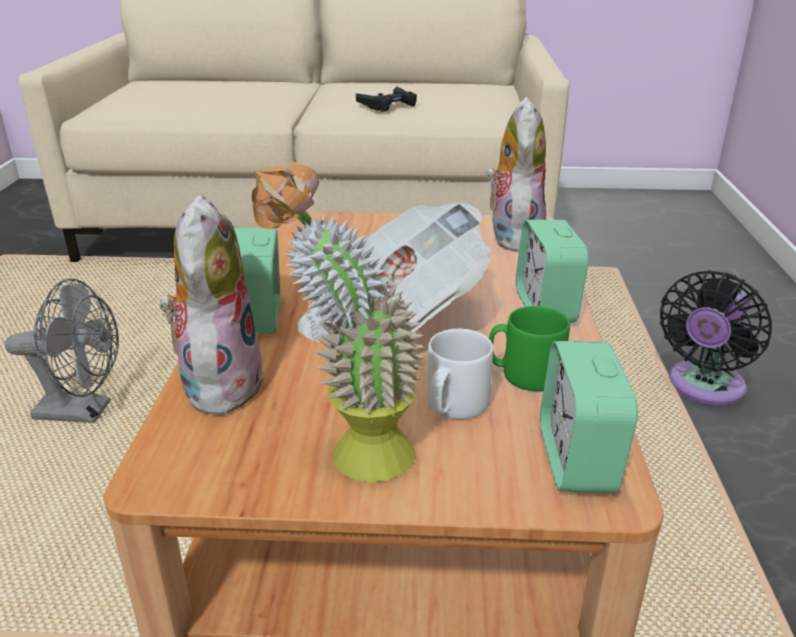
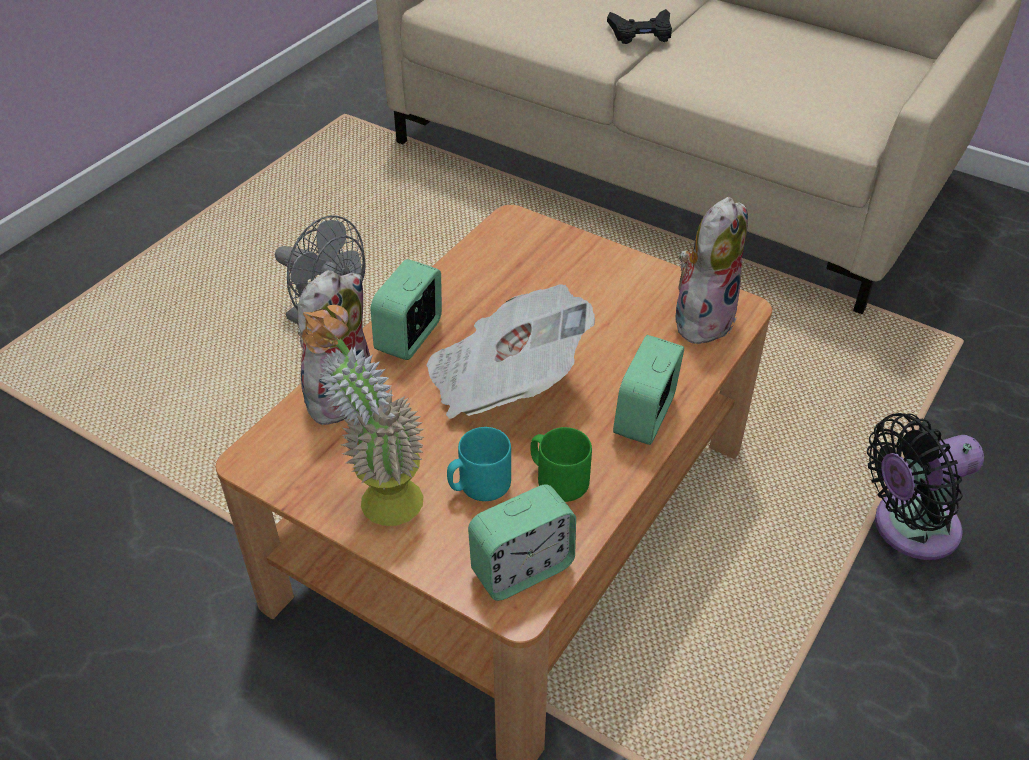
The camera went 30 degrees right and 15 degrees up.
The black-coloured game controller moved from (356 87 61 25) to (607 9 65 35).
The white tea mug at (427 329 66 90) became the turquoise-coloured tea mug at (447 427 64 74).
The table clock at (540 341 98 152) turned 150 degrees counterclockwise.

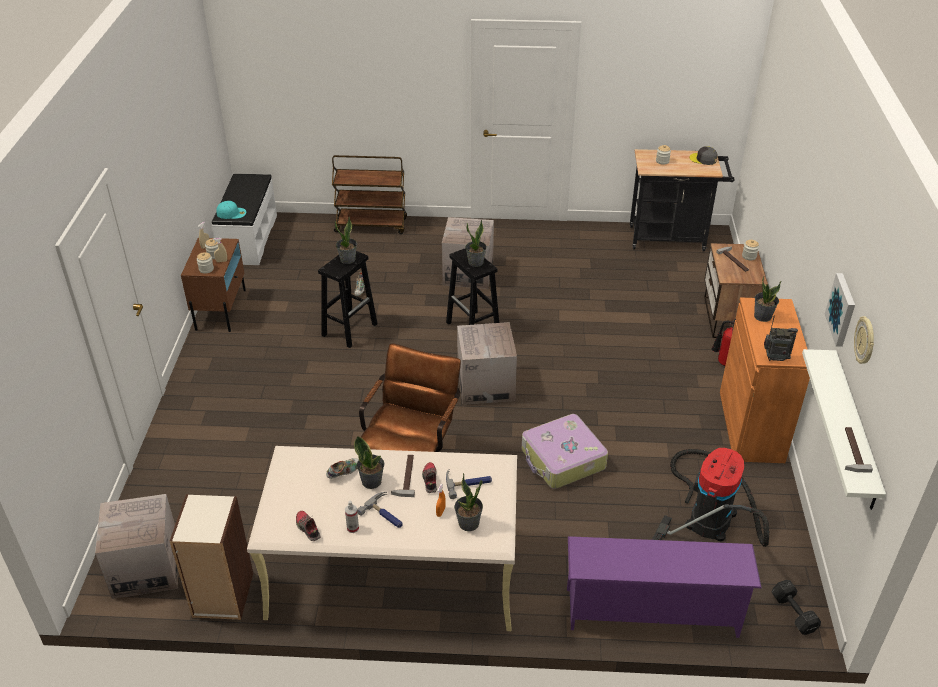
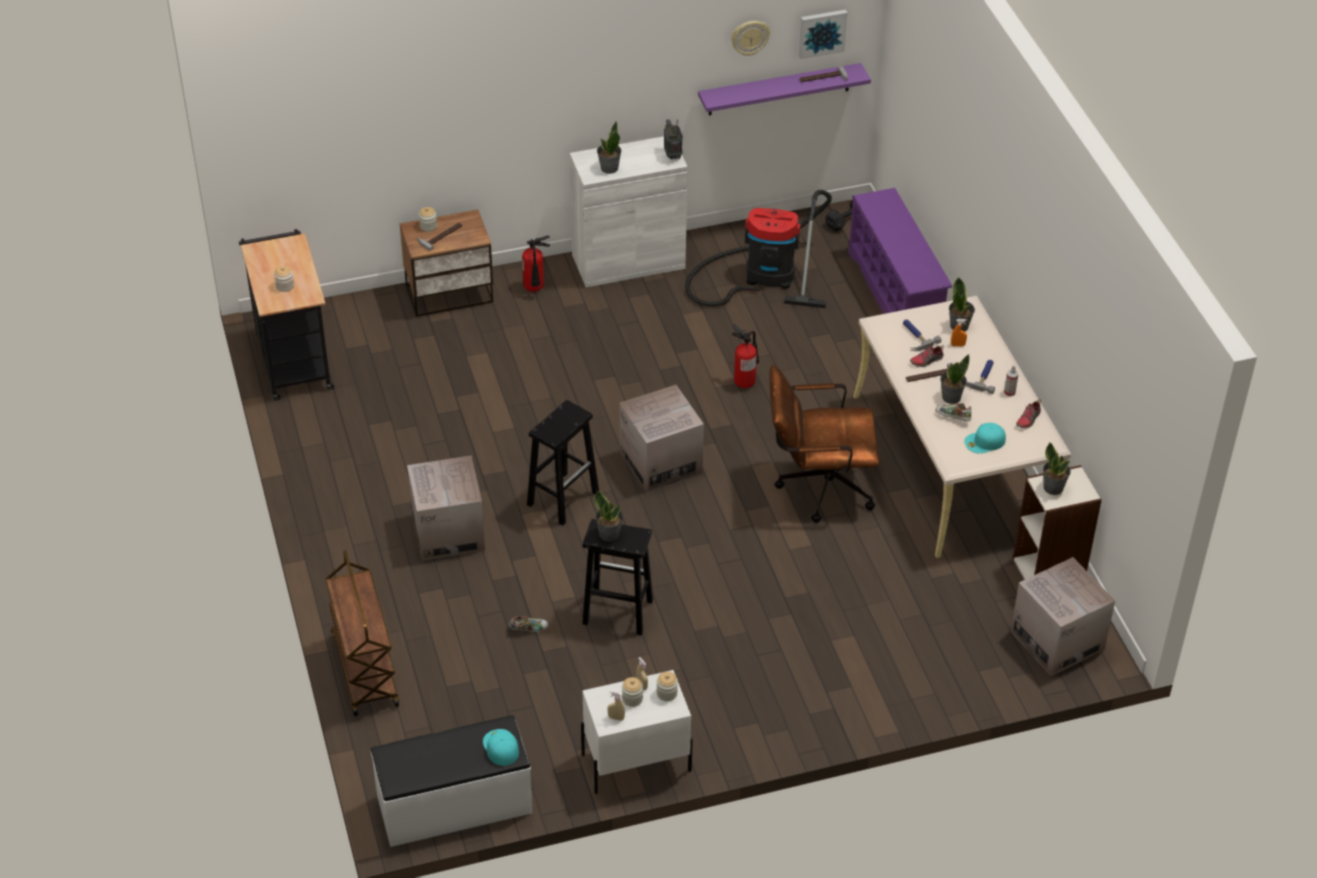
The camera went 110 degrees left and 5 degrees up.
The gray baseball cap at (689 146 29 19) disappeared.
The turquoise-coloured baseball cap at (964 423 42 30) appeared.
The houseplant moved from (465 220 22 47) to (1043 442 28 53).
The picture moved from (825 273 30 74) to (799 10 48 49).
The piece of luggage at (522 414 86 75) was replaced by the extinguisher at (732 324 27 64).
The brownish nightstand at (181 238 65 94) became the white nightstand at (581 670 112 124).
The orange cupboard at (720 298 90 165) became the white cupboard at (570 136 118 151).
The white shelf at (802 349 84 161) became the purplish shelf at (698 63 173 52).

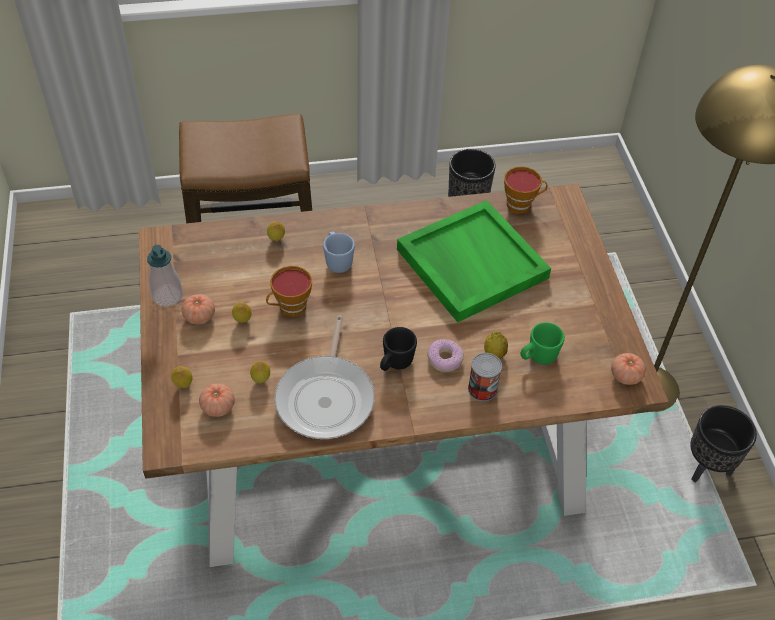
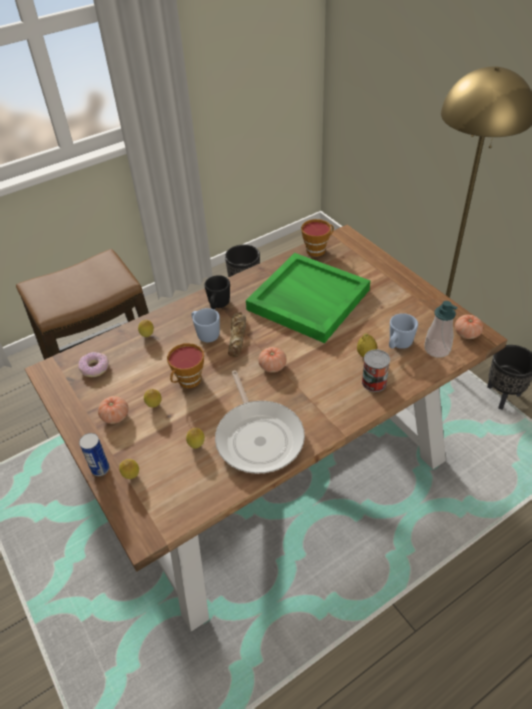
The camera went 20 degrees left and 5 degrees down.
The sealed can at (79 433 30 43) appeared.
The bakery bread at (228 312 18 45) appeared.
The soap bottle moved from (147 245 36 62) to (424 301 34 57).
The fresh tomato moved from (199 384 36 33) to (258 347 29 26).
The black-coloured tea mug moved from (380 327 37 44) to (204 275 26 34).
The doughnut moved from (427 339 37 33) to (78 352 31 25).
The green-coloured tea mug at (520 322 45 43) became the blue-coloured tea mug at (389 313 29 36).

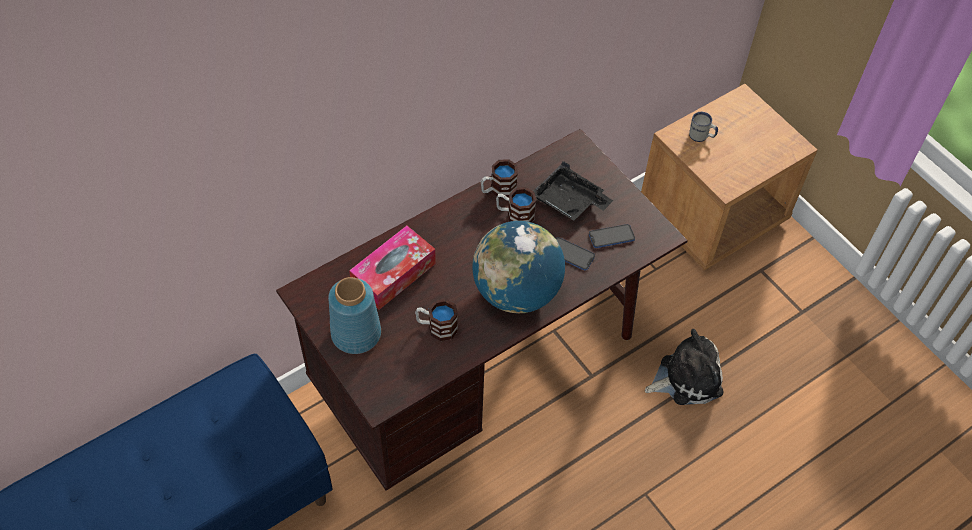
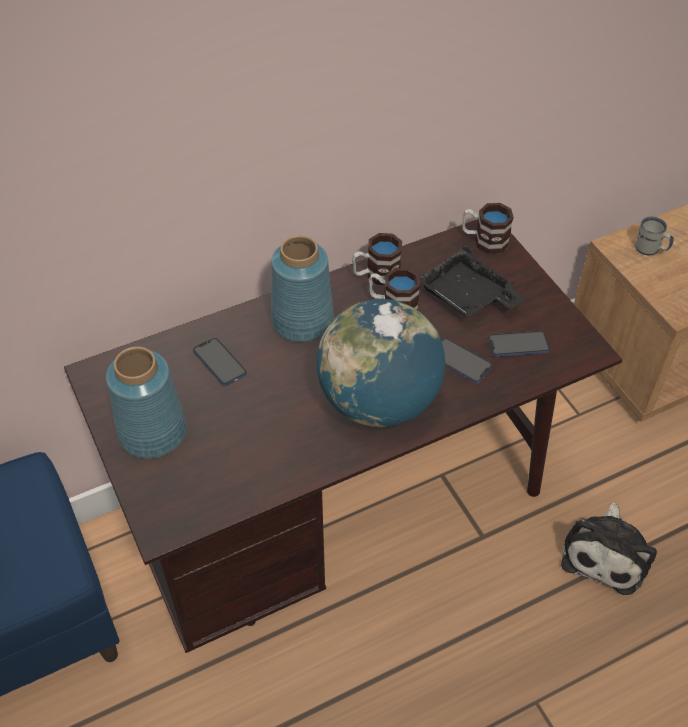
The camera went 10 degrees right and 5 degrees down.
The blue-coloured decorative vase at (271 235 63 107) appeared.
The tea mug moved from (415 299 43 42) to (462 203 52 51).
The tissue box at (349 226 87 84) was replaced by the handset at (193 338 54 48).
The soft toy at (645 329 79 76) turned 120 degrees clockwise.

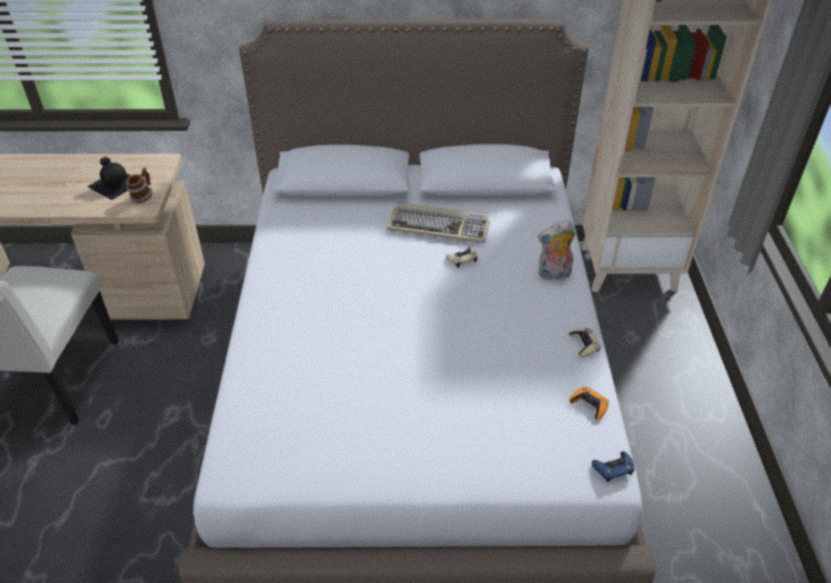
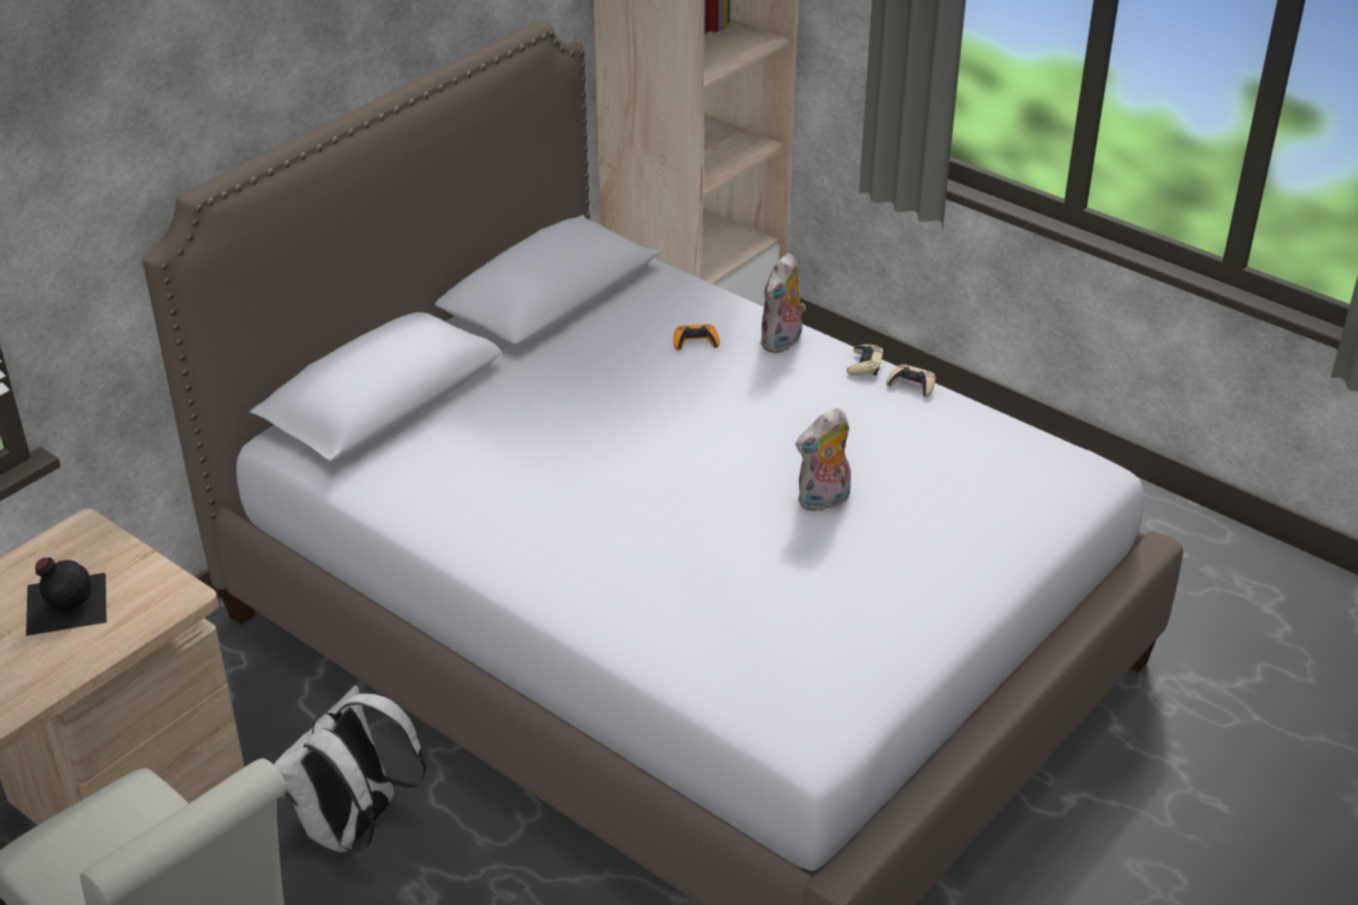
The camera went 50 degrees left and 5 degrees down.
The tea mug at (126 168 26 35) disappeared.
The keyboard at (387 203 103 40) disappeared.
The blue-coloured game controller at (592 451 42 31) disappeared.
The white knapsack at (273 685 153 167) appeared.
The soft toy at (796 408 55 104) appeared.
The beige-coloured game controller moved from (446 247 31 21) to (847 344 37 32).
The orange game controller moved from (569 387 40 33) to (673 324 47 26).

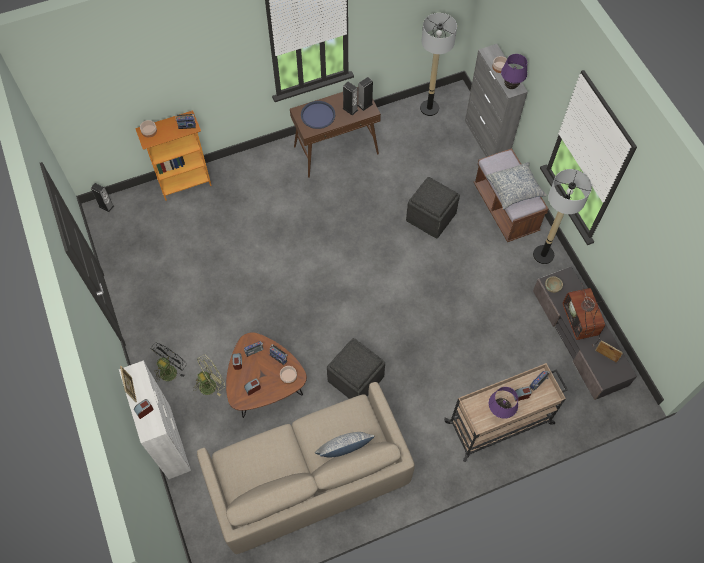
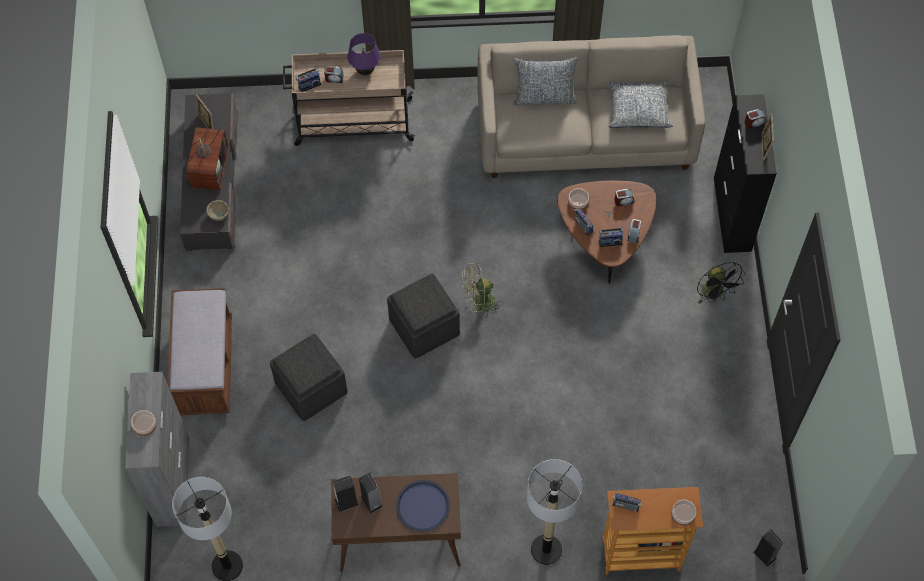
The camera went 160 degrees left and 0 degrees up.
The purplish lamp for a table at (501 54 26 35) disappeared.
The green-coloured cooling fan moved from (195 355 30 41) to (462 263 41 55).
The gray ottoman moved from (327 338 58 61) to (387 274 73 85).
The throw pillow moved from (486 162 61 47) to (607 80 66 48).
The standard lamp moved from (533 169 59 95) to (527 459 55 106).
The white cupboard at (119 360 72 119) became the black-coloured cupboard at (714 94 63 159).
The black-coloured cooling fan at (150 343 37 39) turned 75 degrees counterclockwise.

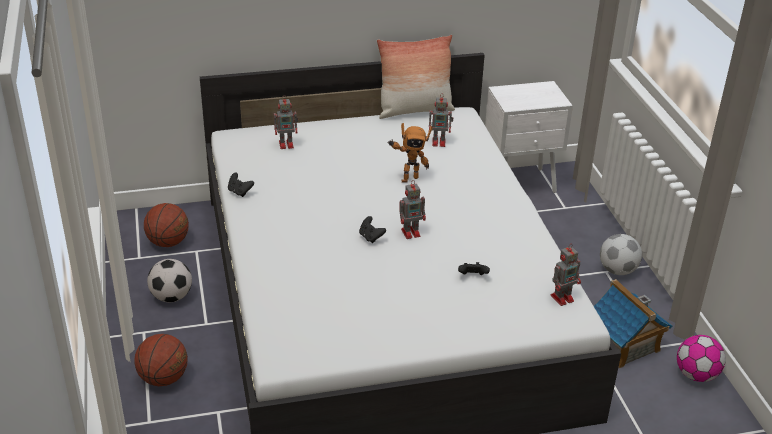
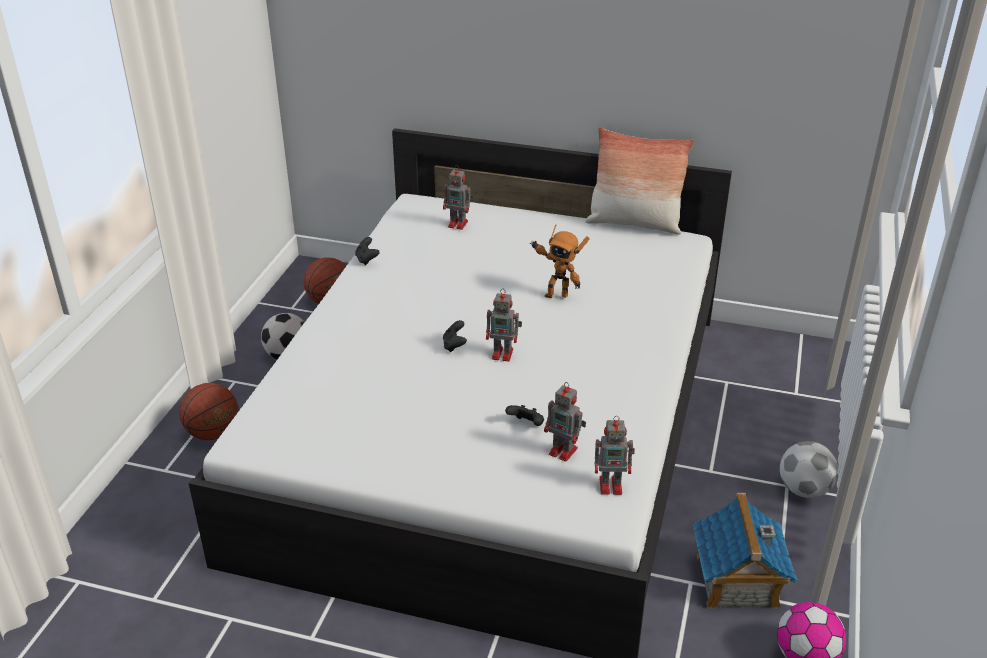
The camera went 30 degrees right and 0 degrees up.
The white nightstand at (485 81 88 112) disappeared.
The robot figure moved from (429 94 25 53) to (544 382 42 80).

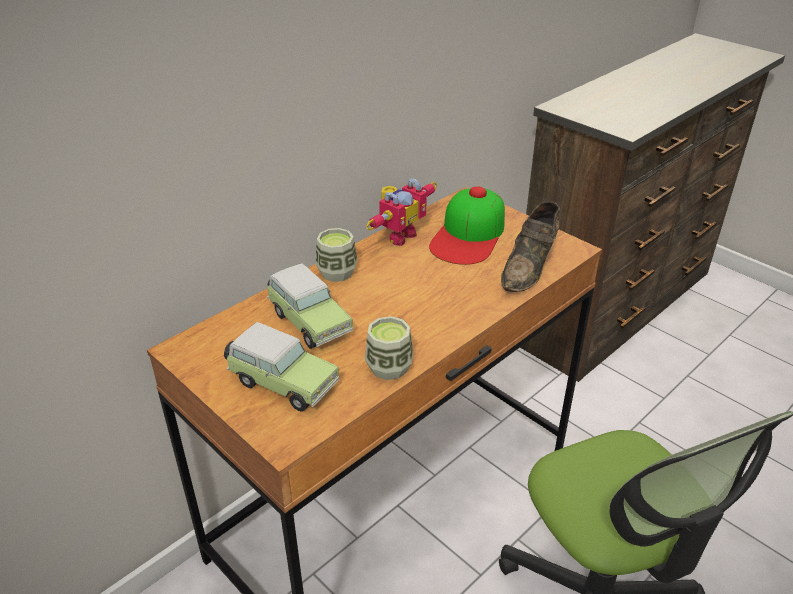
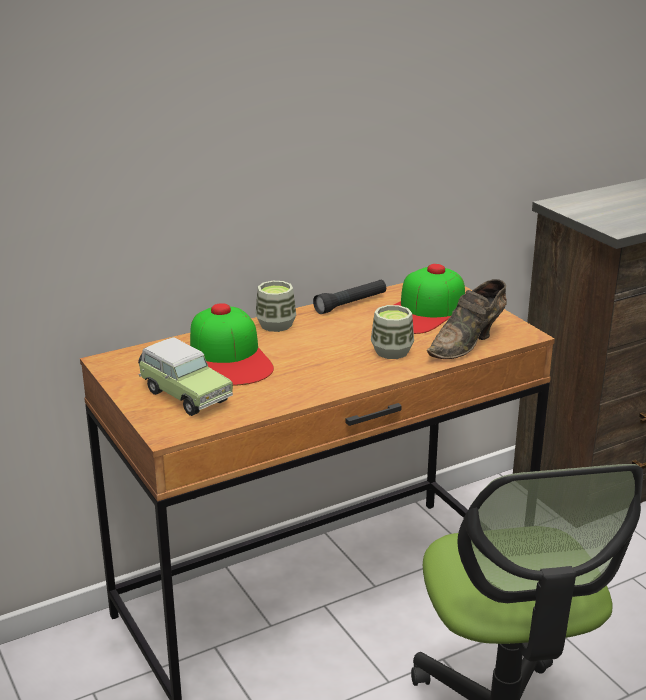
The camera went 15 degrees right and 10 degrees down.
The cup moved from (365 316 48 64) to (371 305 43 54).
The toy car at (267 263 86 86) was replaced by the baseball cap at (190 303 84 82).
The robot figure at (366 178 71 68) was replaced by the black-coloured torch at (313 280 73 34).

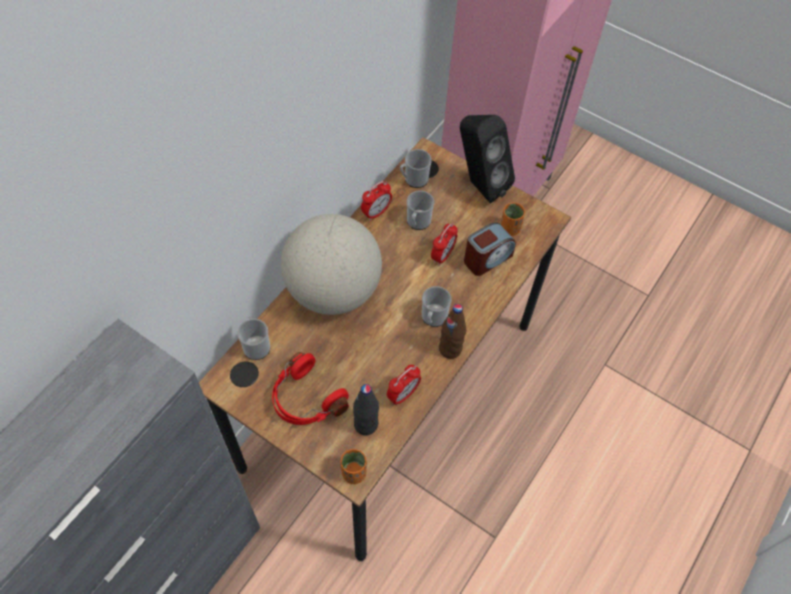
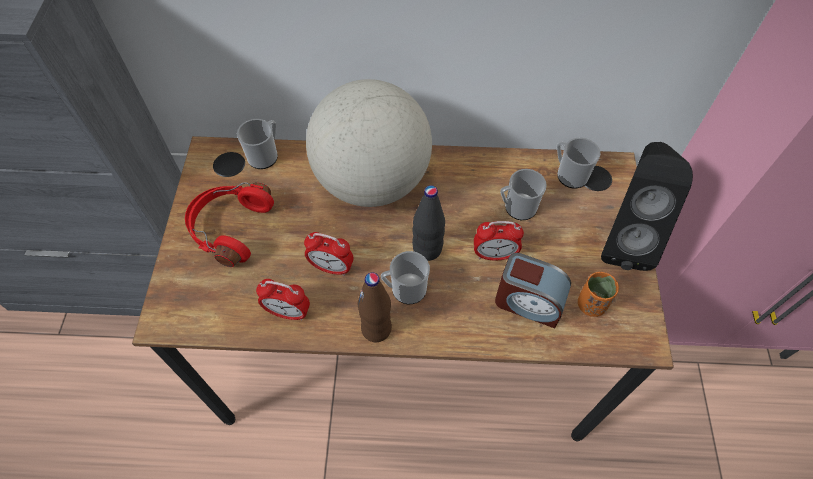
The camera went 60 degrees right and 0 degrees up.
The orange cup at (341 449 26 35) disappeared.
The black-coloured drink bottle moved from (353 384 26 51) to (412 185 33 76).
The table clock moved from (361 181 31 40) to (304 232 50 44).

